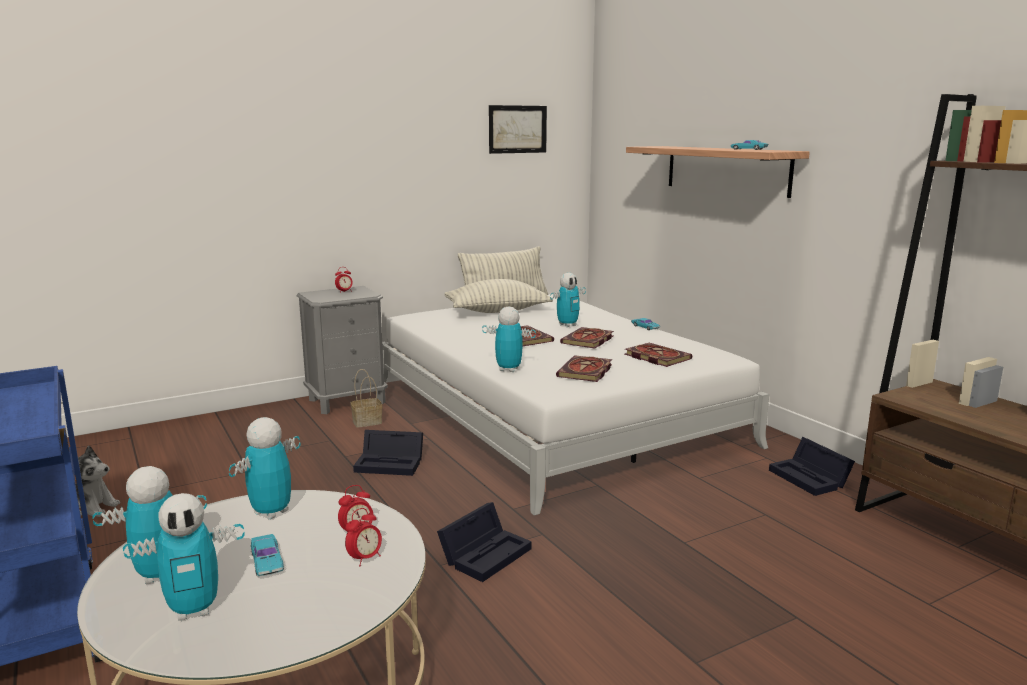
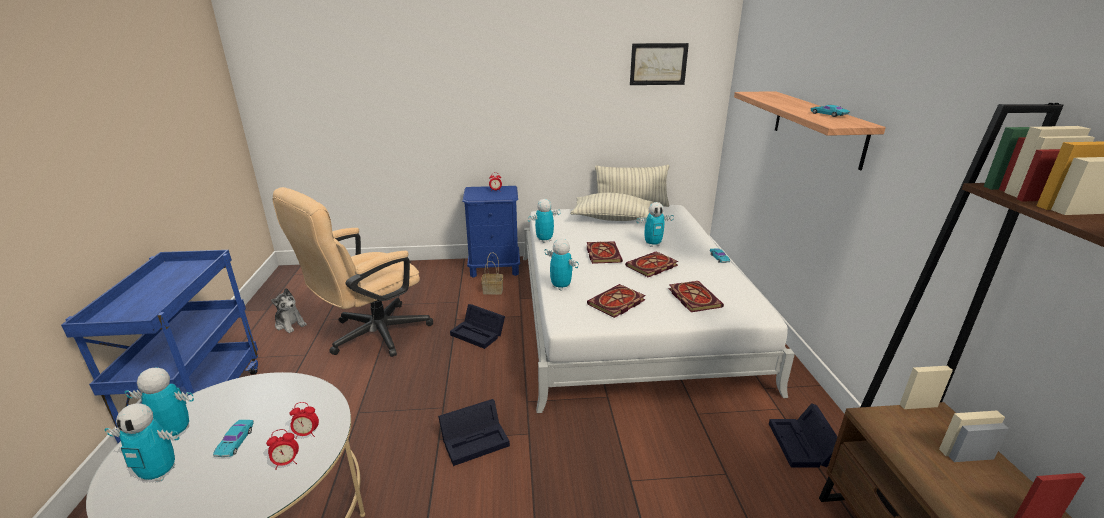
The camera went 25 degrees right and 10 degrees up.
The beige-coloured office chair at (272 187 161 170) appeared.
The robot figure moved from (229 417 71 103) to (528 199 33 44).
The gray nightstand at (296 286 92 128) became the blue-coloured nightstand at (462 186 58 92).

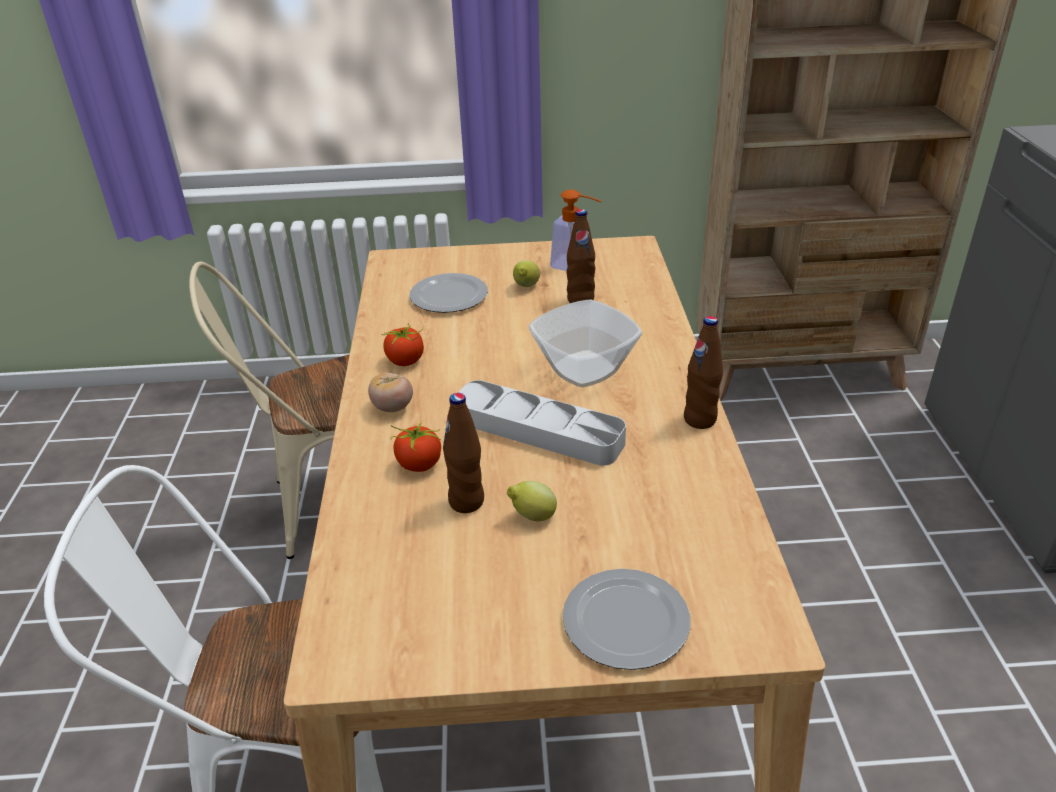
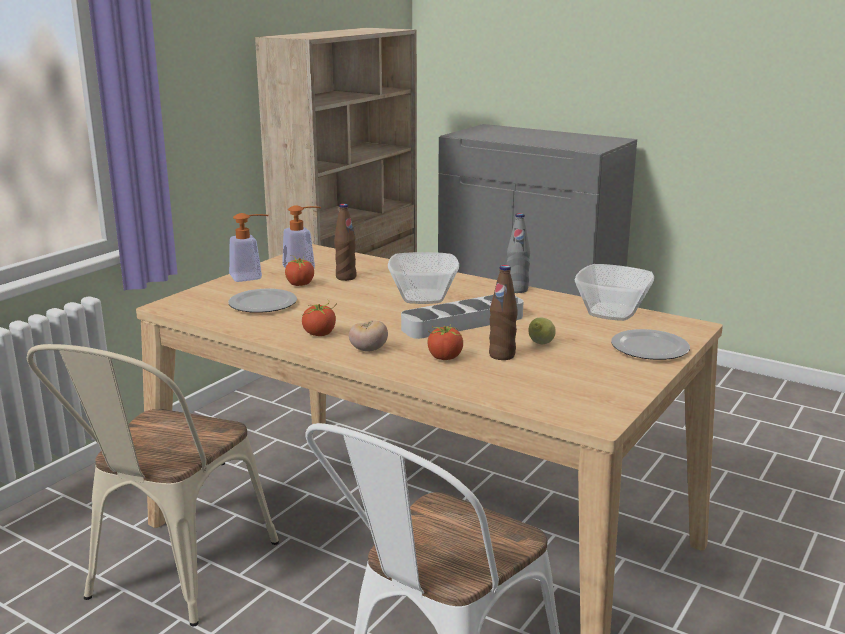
The camera went 55 degrees left and 15 degrees down.
The soap bottle at (229 213 39 69) appeared.
The deep dish at (575 264 79 57) appeared.
The citrus fruit at (513 260 27 27) was replaced by the fresh tomato at (285 255 29 31).
The brownish drink bottle at (684 316 39 113) became the gray drink bottle at (506 213 24 80).

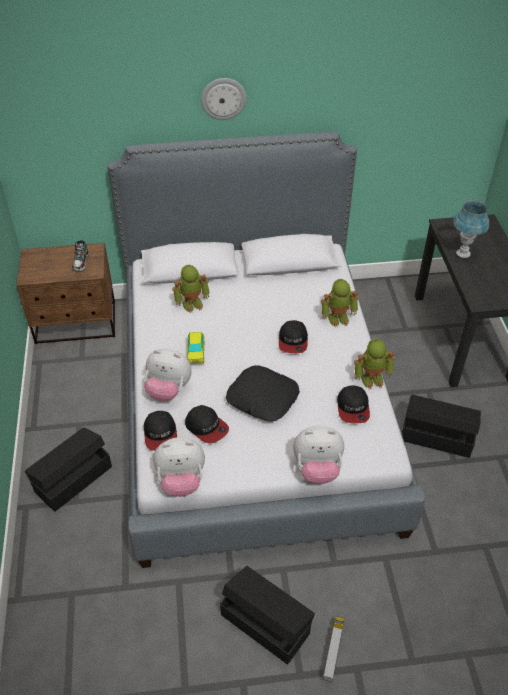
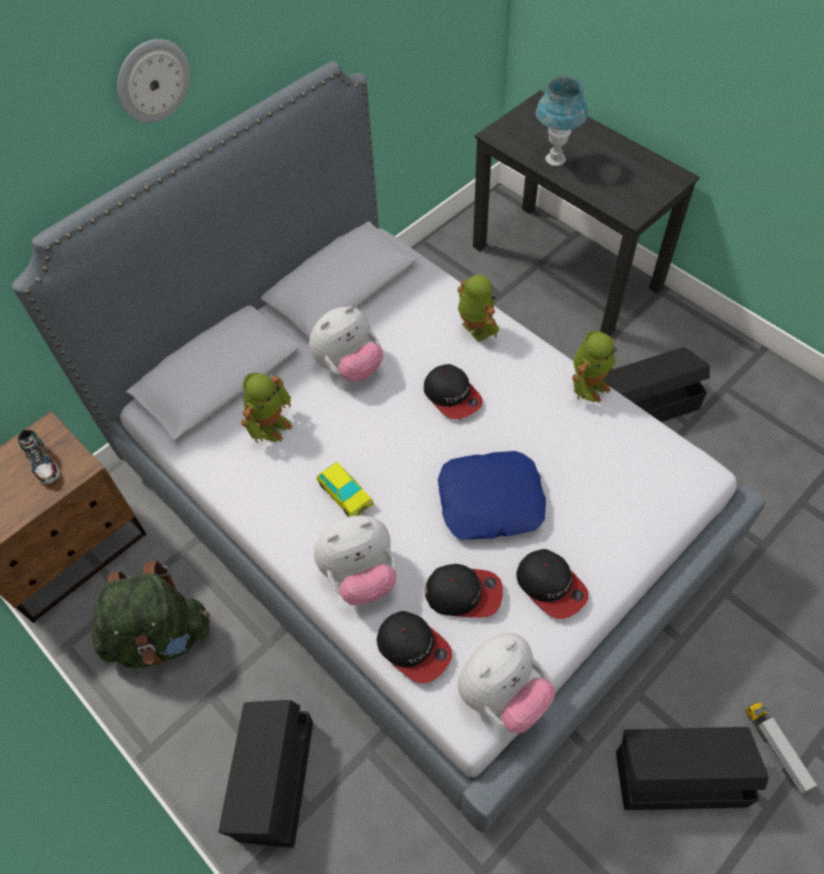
The camera went 35 degrees left and 10 degrees up.
The green-coloured knapsack at (92 561 118 107) appeared.
The soft toy moved from (293 426 51 58) to (309 306 74 75).
The baseball cap moved from (337 385 33 38) to (516 549 72 70).
The black-coloured throw pillow at (226 365 74 56) became the blue-coloured throw pillow at (438 451 108 89).
The robot figure at (321 279 38 48) turned 75 degrees counterclockwise.

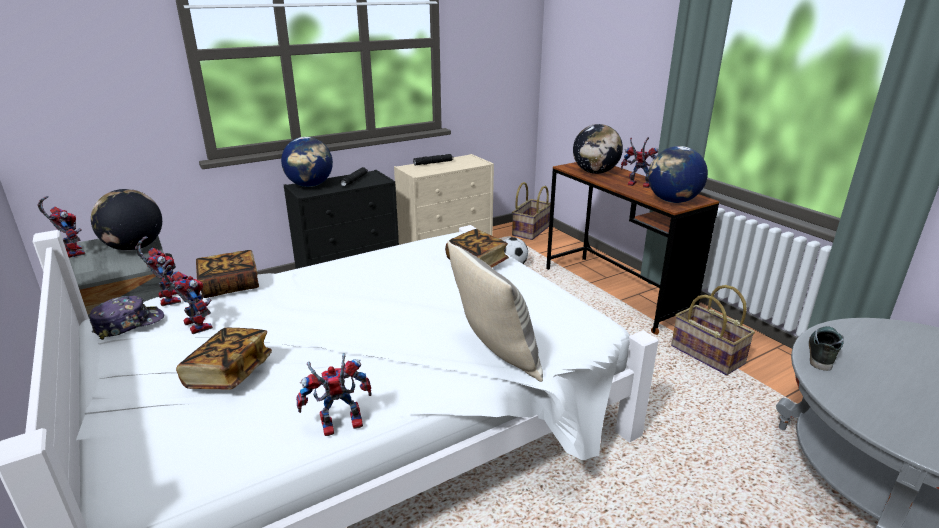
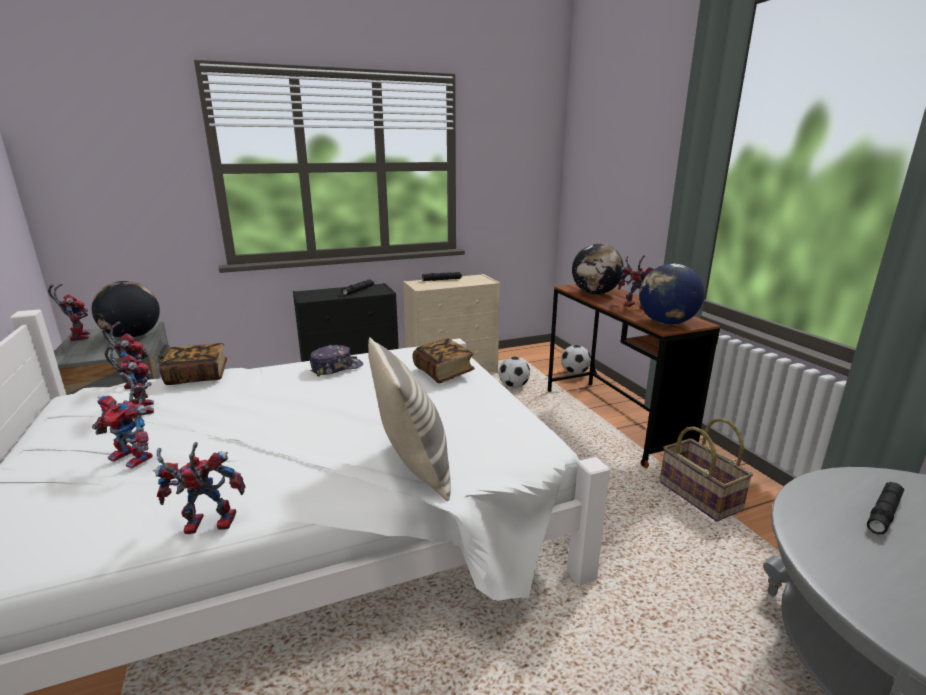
The camera went 10 degrees right and 5 degrees down.
The globe at (281 137 52 50) disappeared.
The household basket at (512 182 39 58) disappeared.
The low shoe at (809 326 35 45) disappeared.
The ball for football at (561 345 30 29) appeared.
The black-coloured torch at (867 482 37 52) appeared.
The baseball cap moved from (90 296 74 44) to (310 345 53 32).
The volume at (176 327 96 63) was replaced by the robot figure at (92 372 61 97).

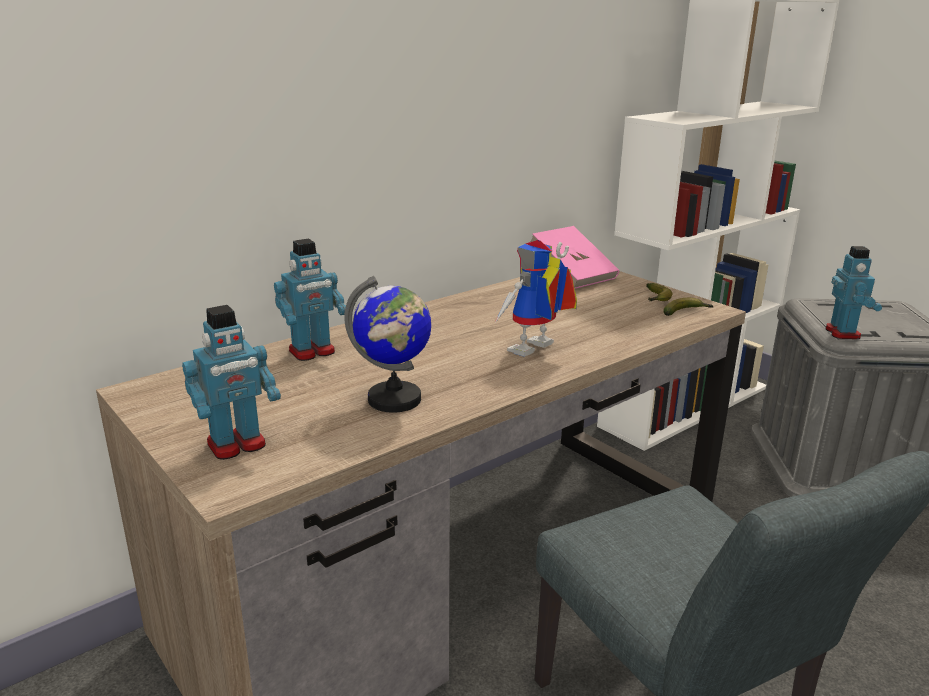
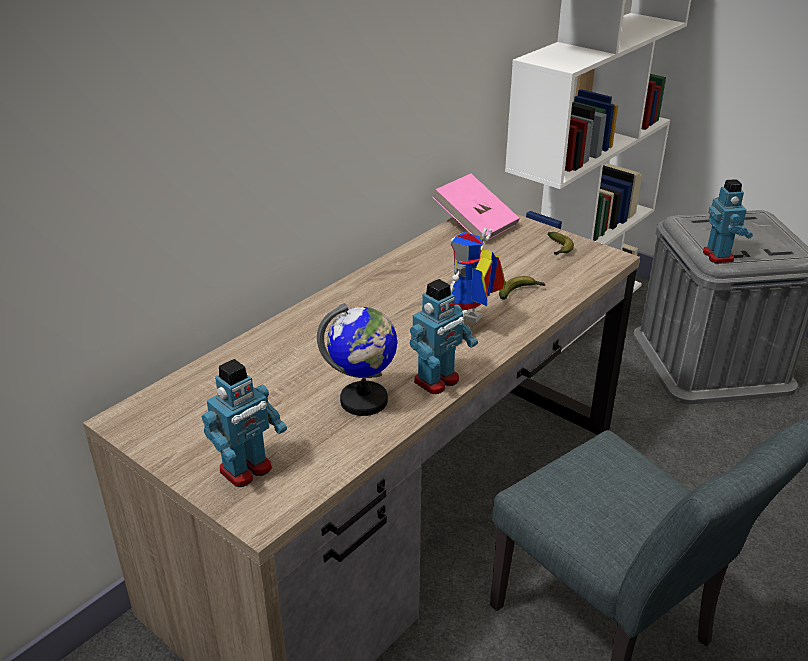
The camera went 10 degrees left and 10 degrees up.
The robot figure moved from (274 239 72 122) to (410 279 68 115).
The whole banana moved from (663 298 51 18) to (499 276 46 24).

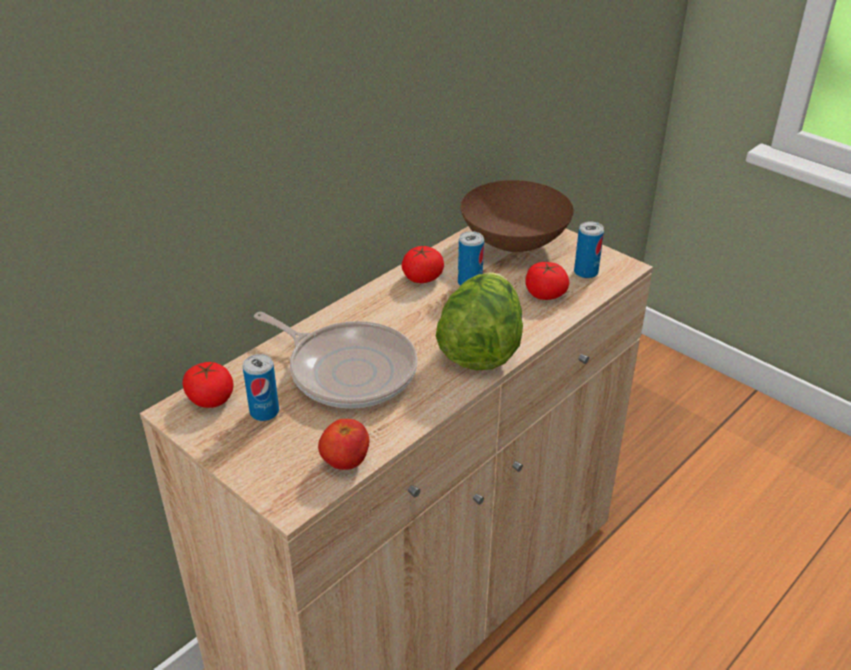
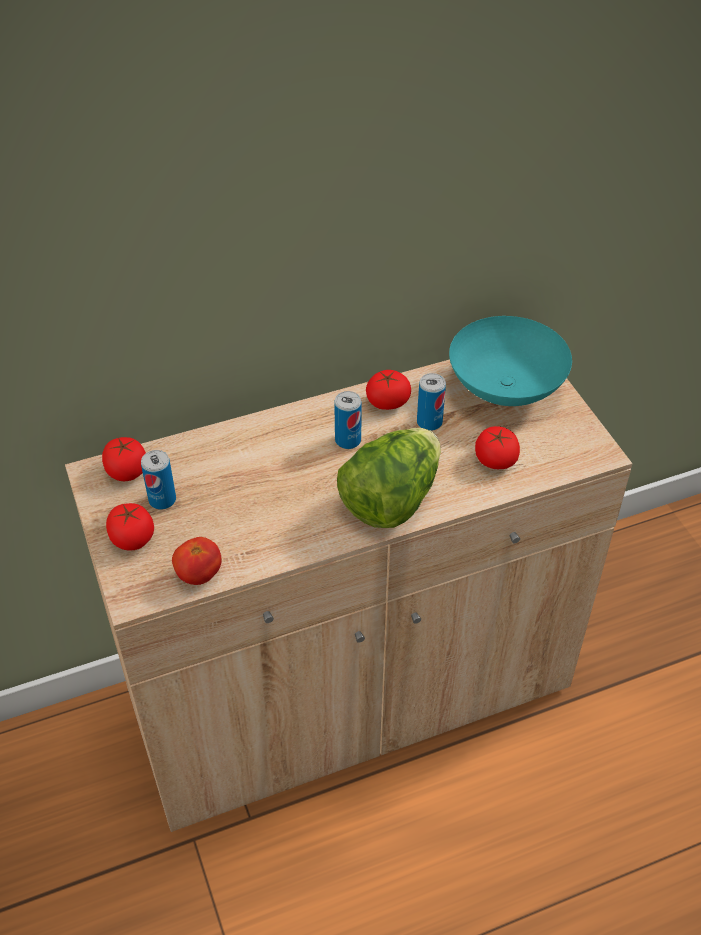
The camera went 25 degrees right and 10 degrees up.
The skillet at (254 312 164 96) disappeared.
The fresh tomato at (106 503 48 48) appeared.
The sealed can moved from (574 221 30 58) to (334 391 28 58).
The brownish deep dish at (461 180 113 72) became the turquoise-coloured deep dish at (449 316 123 90).

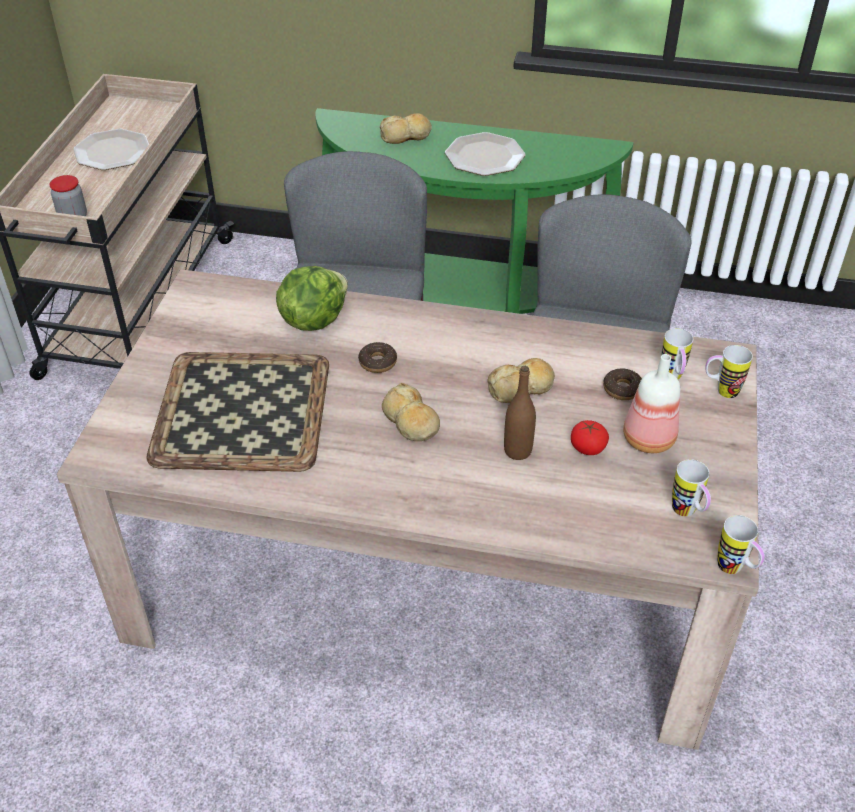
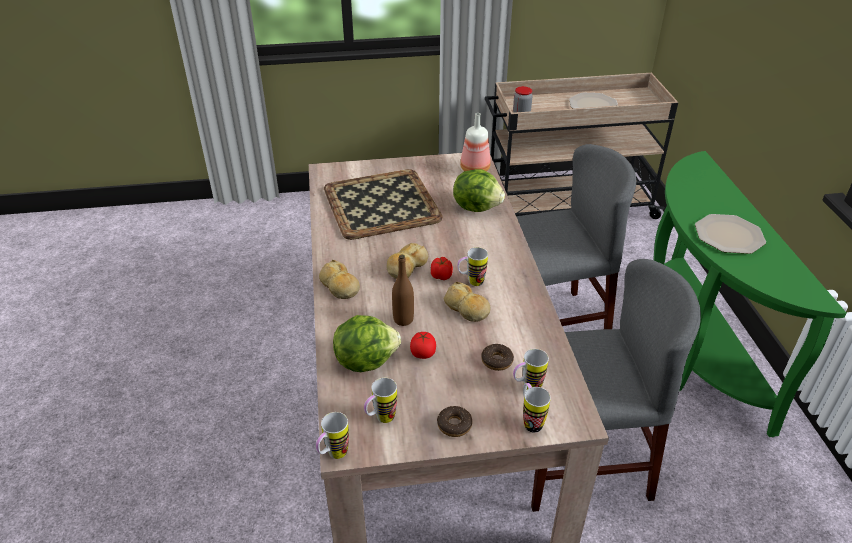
The camera went 70 degrees right and 5 degrees down.
The head of lettuce at (333 315 68 57) appeared.
The fresh tomato at (431 257 22 23) appeared.
The tea mug at (457 247 31 39) appeared.
The doughnut moved from (358 342 39 31) to (437 406 35 31).
The bakery bread moved from (380 113 52 31) to (319 260 41 39).
The drink bottle moved from (623 354 57 99) to (460 113 31 58).

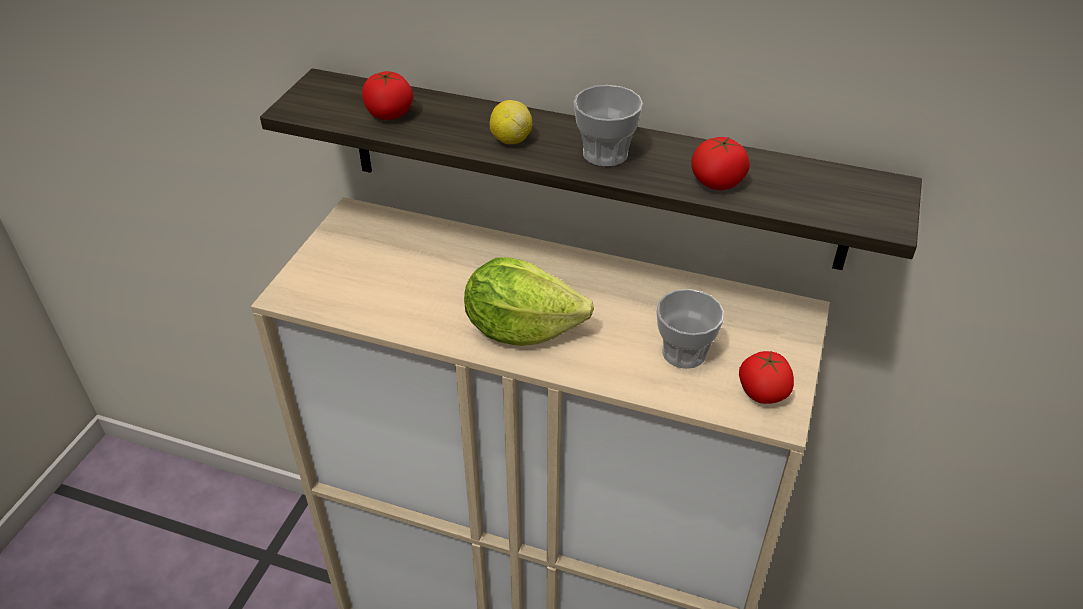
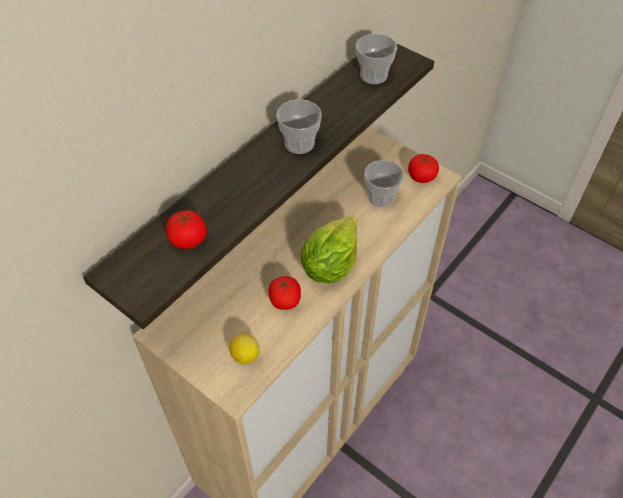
The camera went 70 degrees left and 10 degrees up.
The cup at (356 34 41 50) appeared.
The citrus fruit moved from (489 100 43 44) to (230 333 30 31).
The fresh tomato moved from (691 137 59 53) to (269 276 32 34).

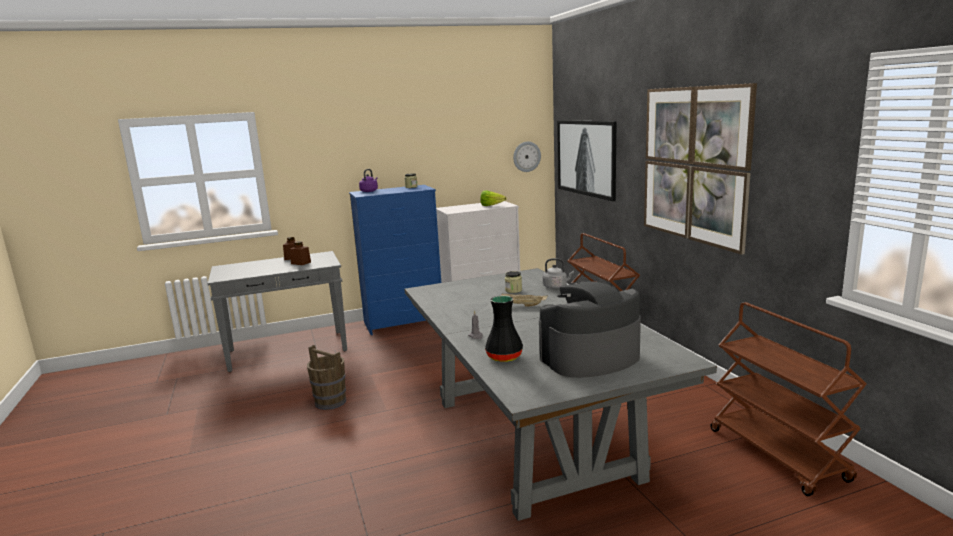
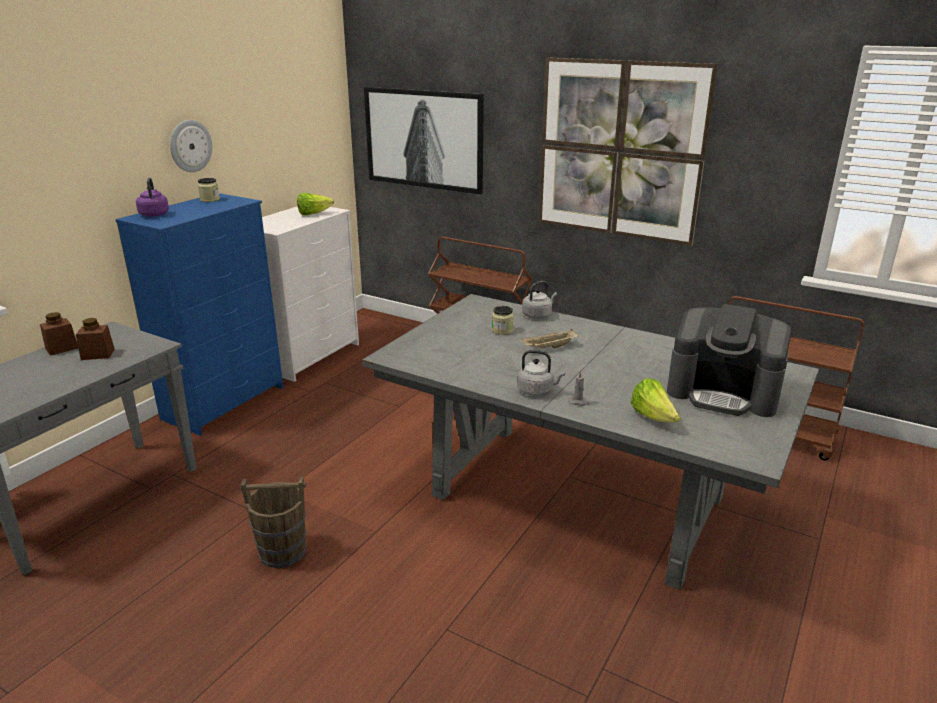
The camera went 40 degrees left and 10 degrees up.
The gray kettle at (517 350 48 46) appeared.
The wall clock moved from (513 142 28 30) to (170 120 42 52).
The black-coloured decorative vase at (485 296 38 66) was replaced by the head of lettuce at (631 378 49 44).
The coffee machine at (539 281 102 97) turned 90 degrees counterclockwise.

